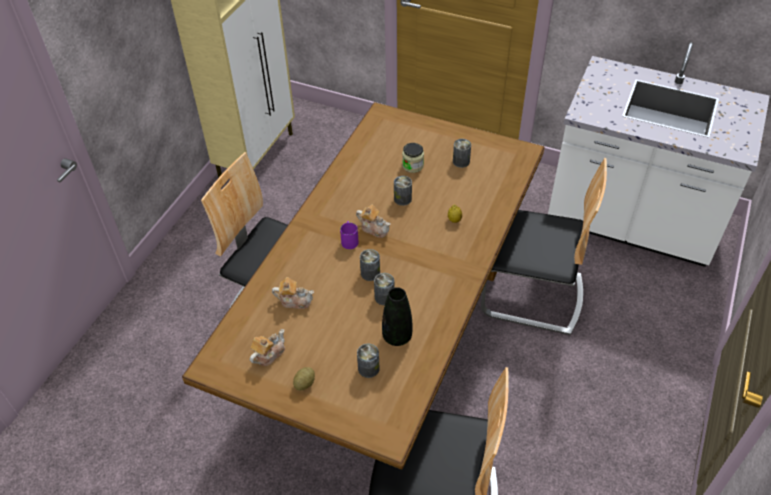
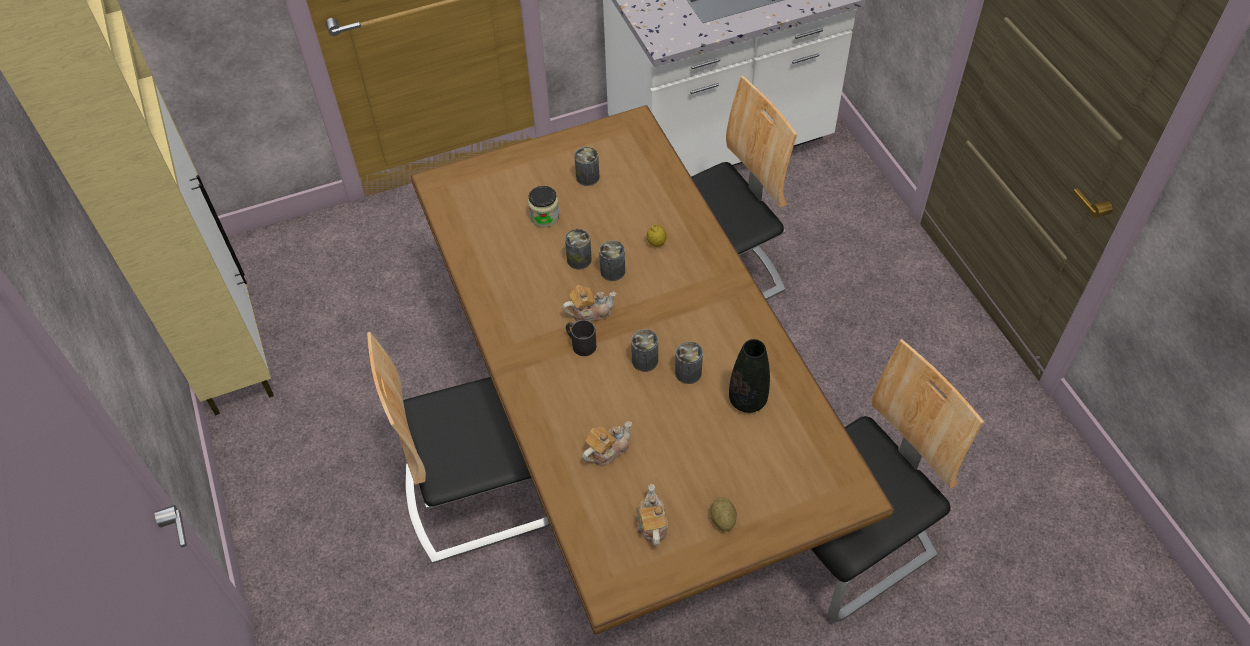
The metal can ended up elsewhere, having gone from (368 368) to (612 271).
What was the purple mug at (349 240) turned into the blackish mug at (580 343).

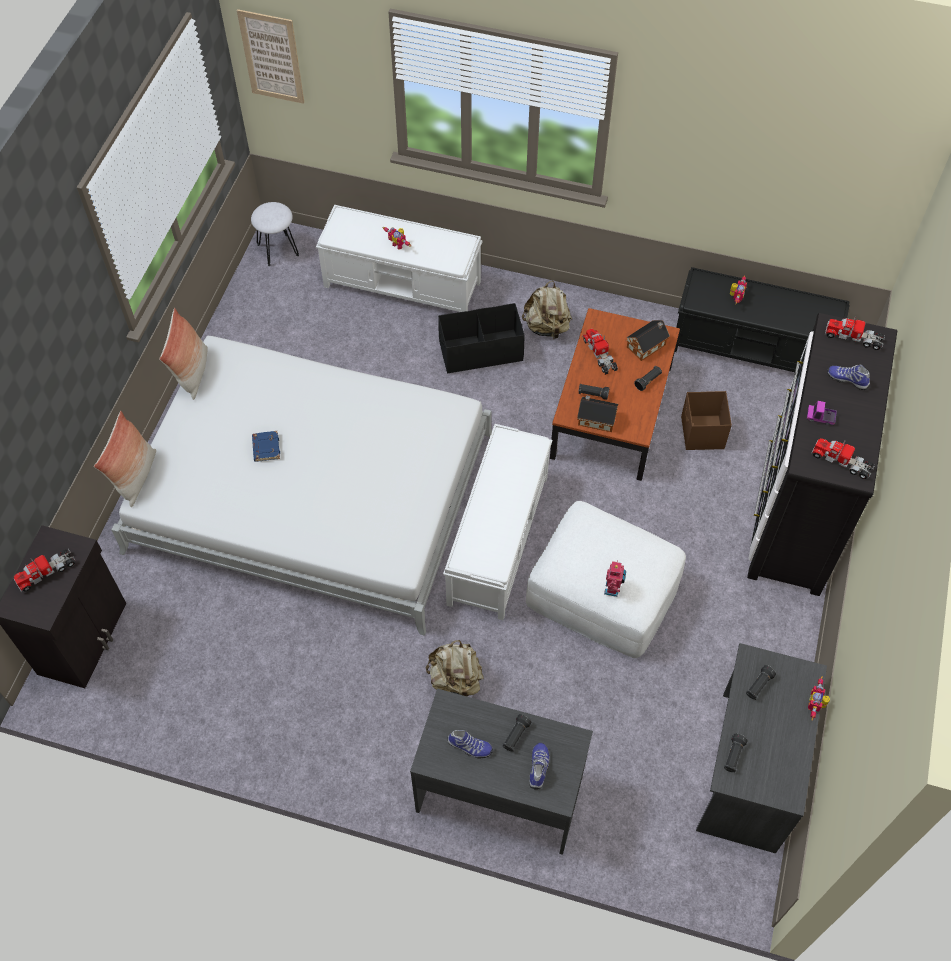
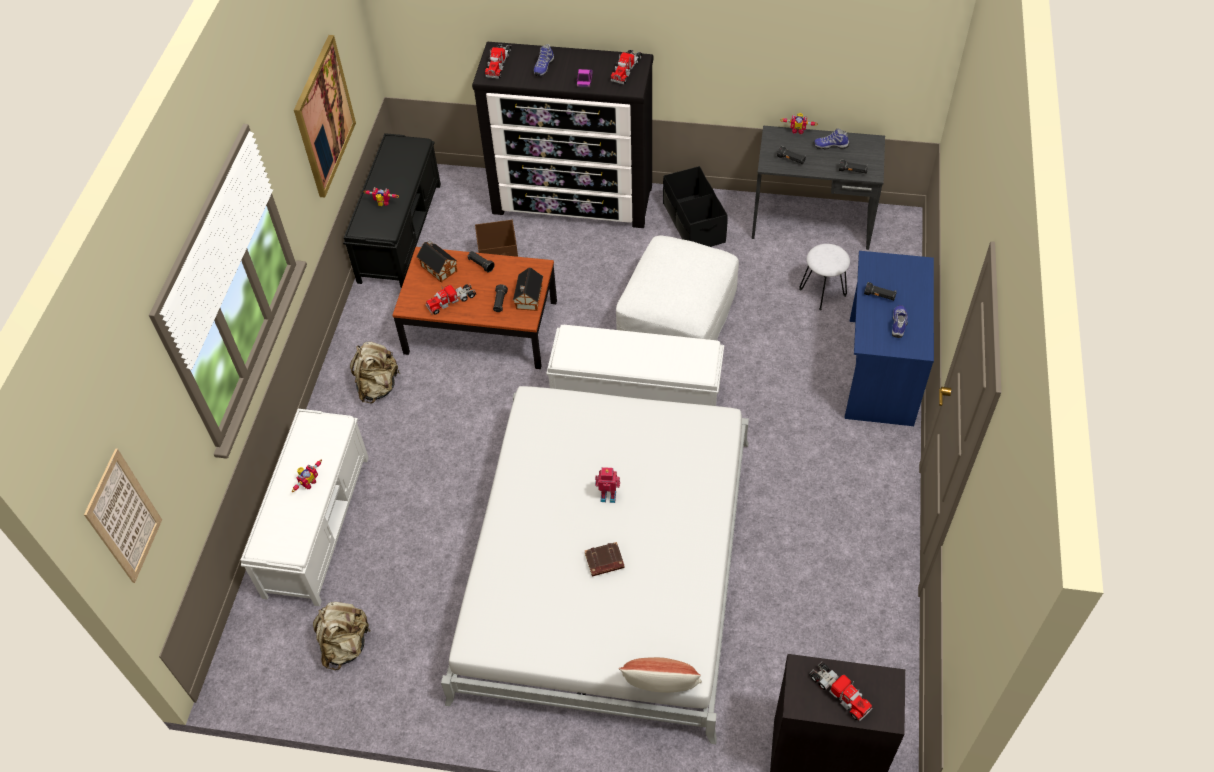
The second view lost the pillow at (192 373).
The second view gained the wall art at (324 116).
The white-coloured sitting stool ended up elsewhere, having gone from (277 249) to (822 292).
The sand-coloured backpack ended up elsewhere, having gone from (456 679) to (345 645).
The blackish storage bin ended up elsewhere, having gone from (480 351) to (693 223).
The low shoe ended up elsewhere, having gone from (539 767) to (830 145).
The model robot ended up elsewhere, having gone from (613 589) to (608 495).
What was the blue-coloured bound book at (265 447) turned into the brownish bound book at (604 561).
What was the grey desk unit at (499 793) turned into the blue-coloured desk unit at (878 371).

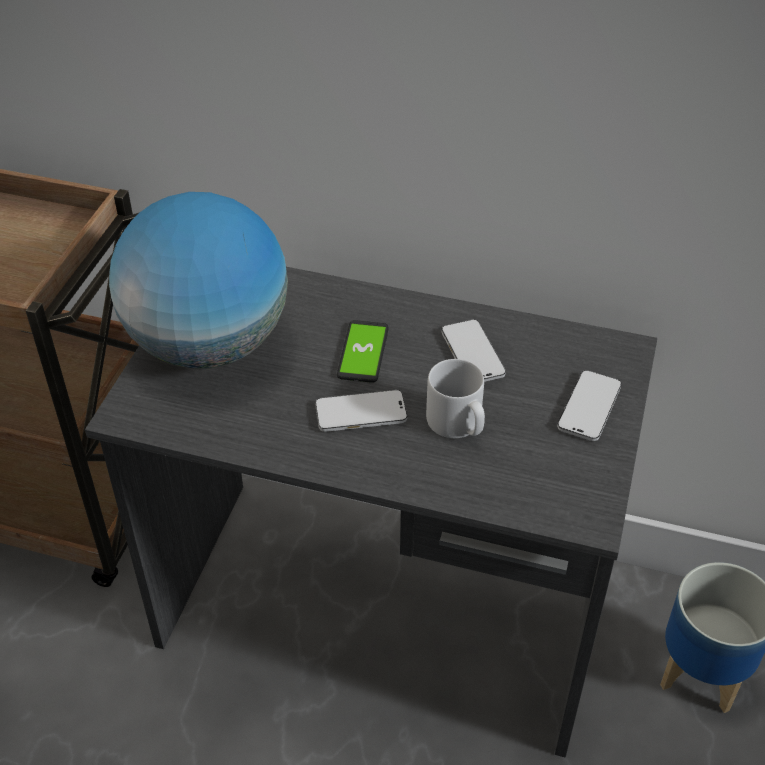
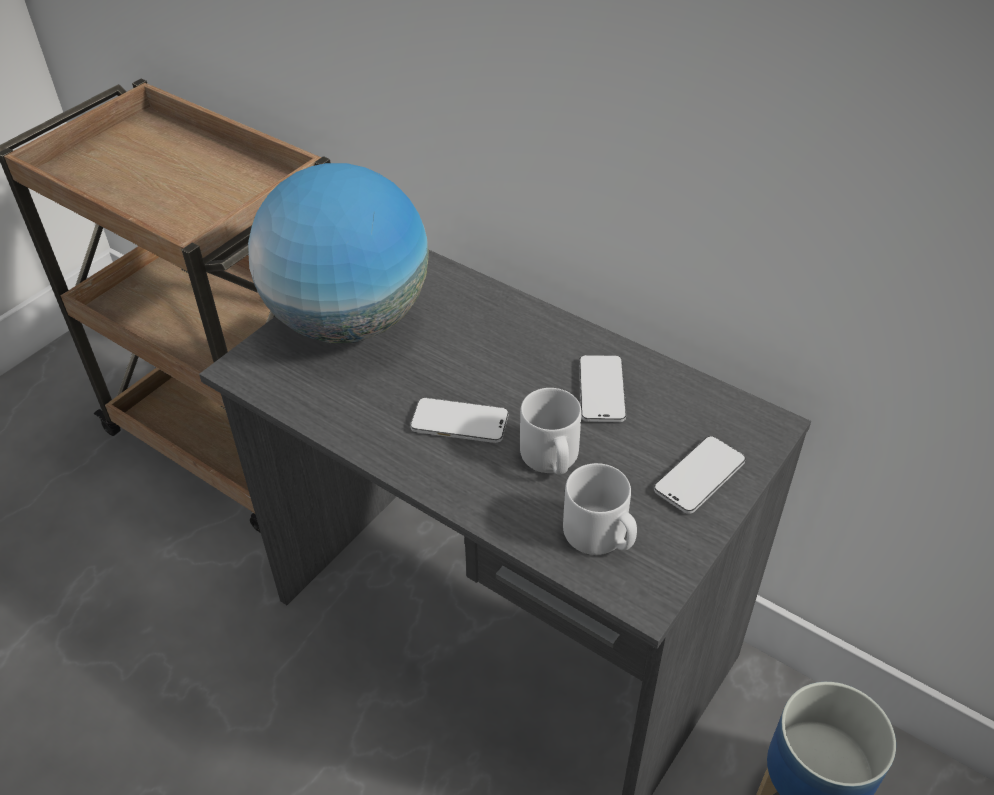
The second view lost the telephone at (363 352).
The second view gained the grey mug at (600 536).

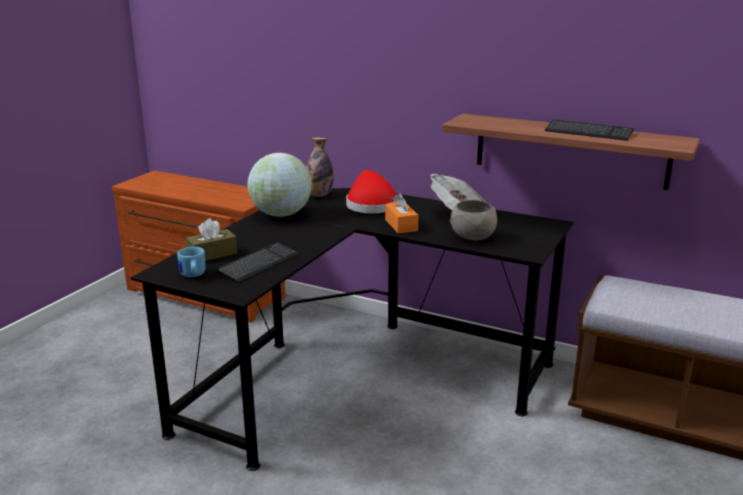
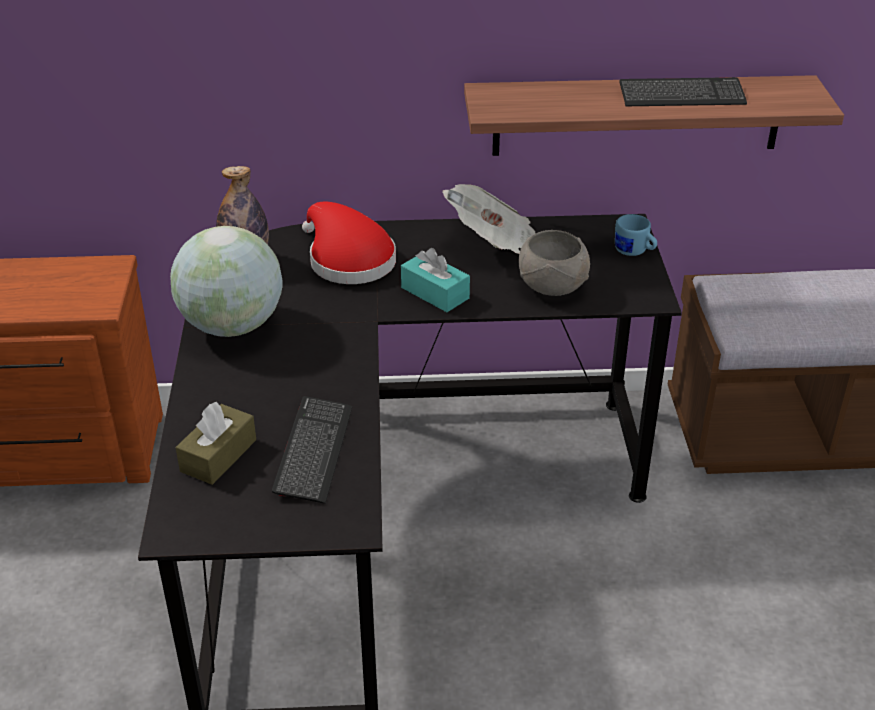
The blue-coloured mug ended up elsewhere, having gone from (193 276) to (634 252).
What was the orange tissue holder at (401 225) turned into the turquoise tissue holder at (435 293).

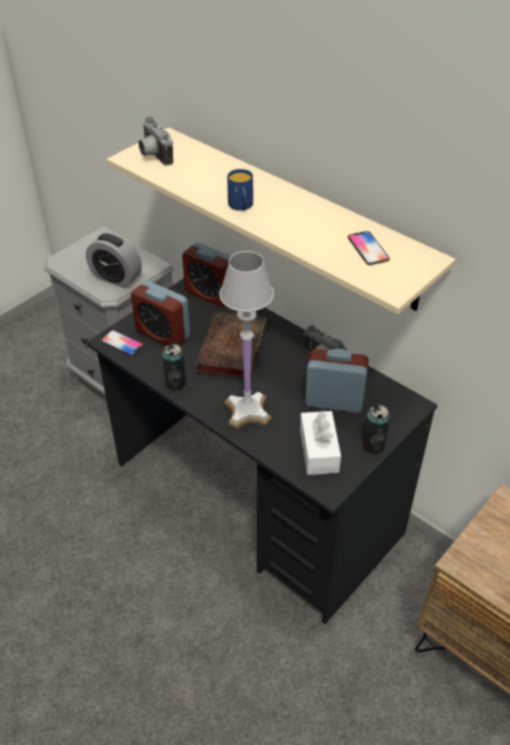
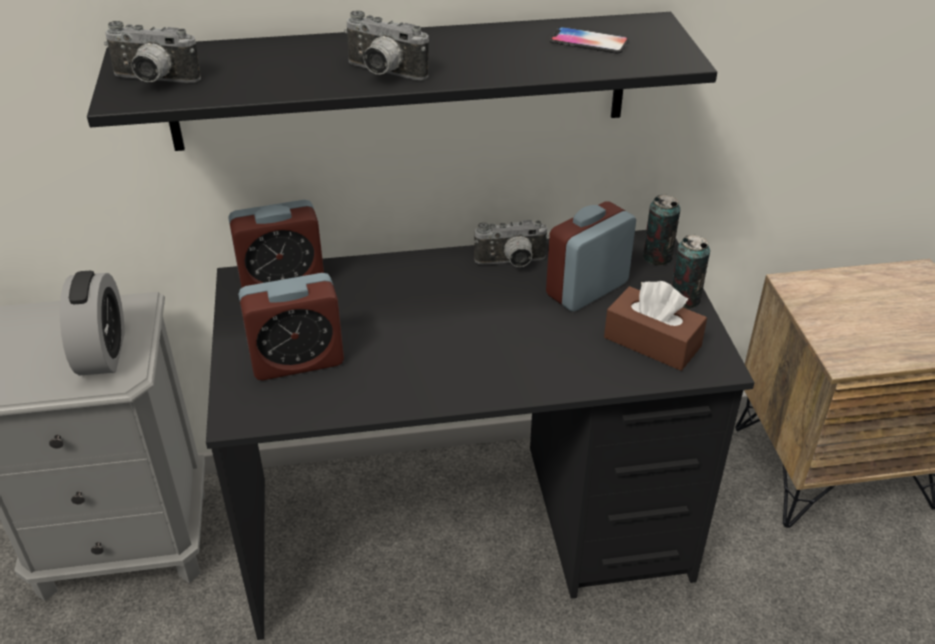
The second view lost the telephone at (122 343).
The second view lost the bound book at (232 347).
The second view lost the white-coloured lamp for a table at (247 410).
The metal can ended up elsewhere, having gone from (175 383) to (657 257).
Where the blue-coloured mug stood at (241 206), the still camera came to stand at (383 74).
What was the sand-coloured shelf at (295 217) turned into the blackish shelf at (400 82).
What was the white-coloured tissue holder at (319 450) turned into the brownish tissue holder at (652 342).
The bedside clock at (116 278) ended up facing another way, 75 degrees counterclockwise from before.

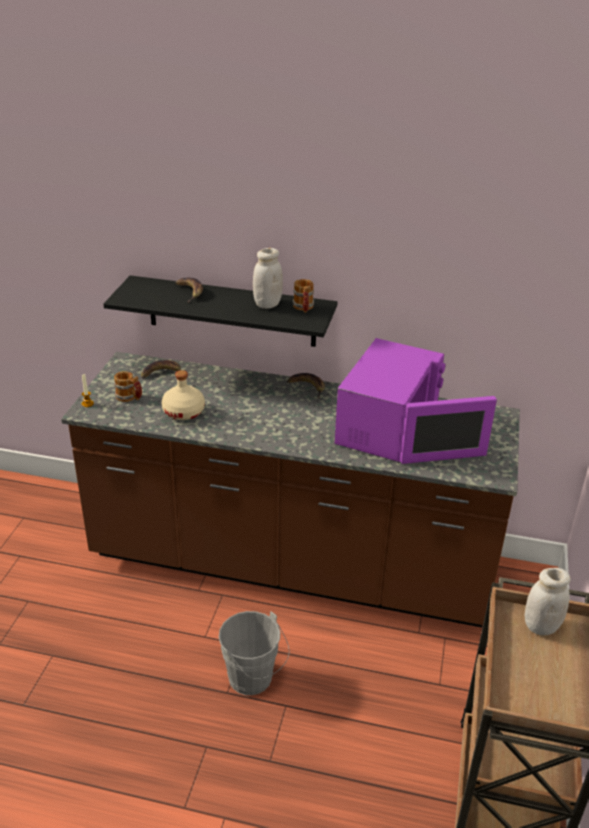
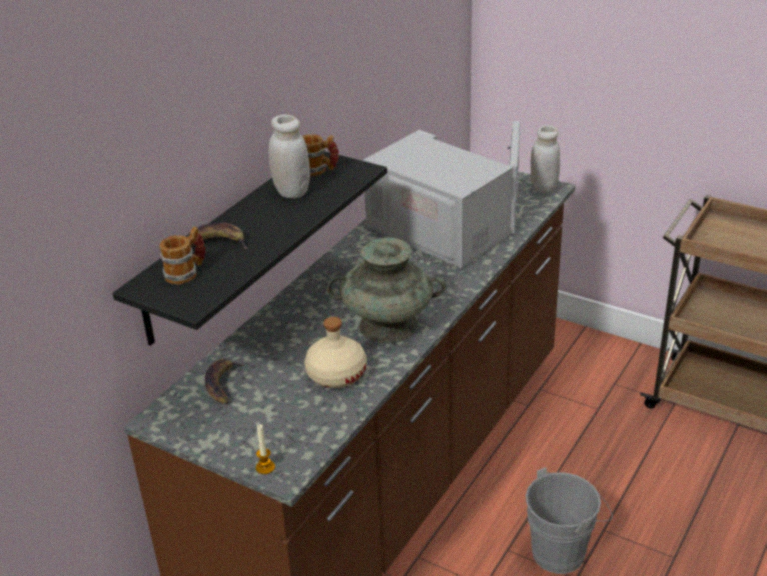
The second view lost the banana at (307 387).
The second view gained the turquoise decorative vase at (387 326).
The mug ended up elsewhere, having gone from (129 397) to (186 272).
The white-coloured storage jar ended up elsewhere, having gone from (541 626) to (544 187).
What was the purple microwave at (390 429) turned into the white-coloured microwave at (445 229).

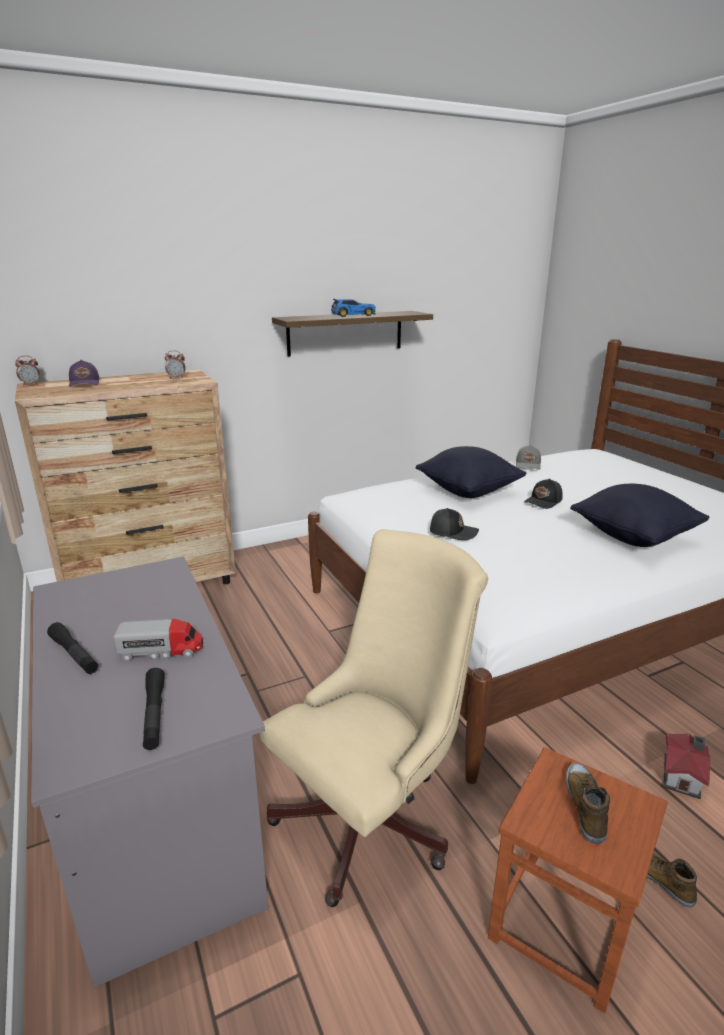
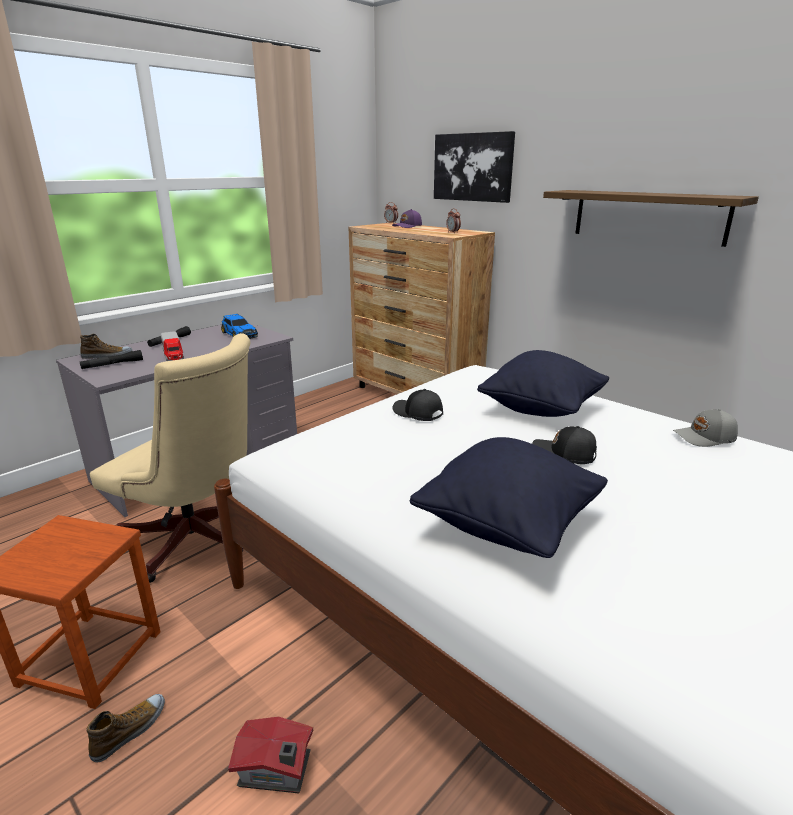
The second view gained the wall art at (473 167).
The model car ended up elsewhere, having gone from (352 315) to (239 334).
The low shoe ended up elsewhere, having gone from (586 806) to (107 356).
The blackish cap at (453 532) ended up facing another way, 135 degrees clockwise from before.

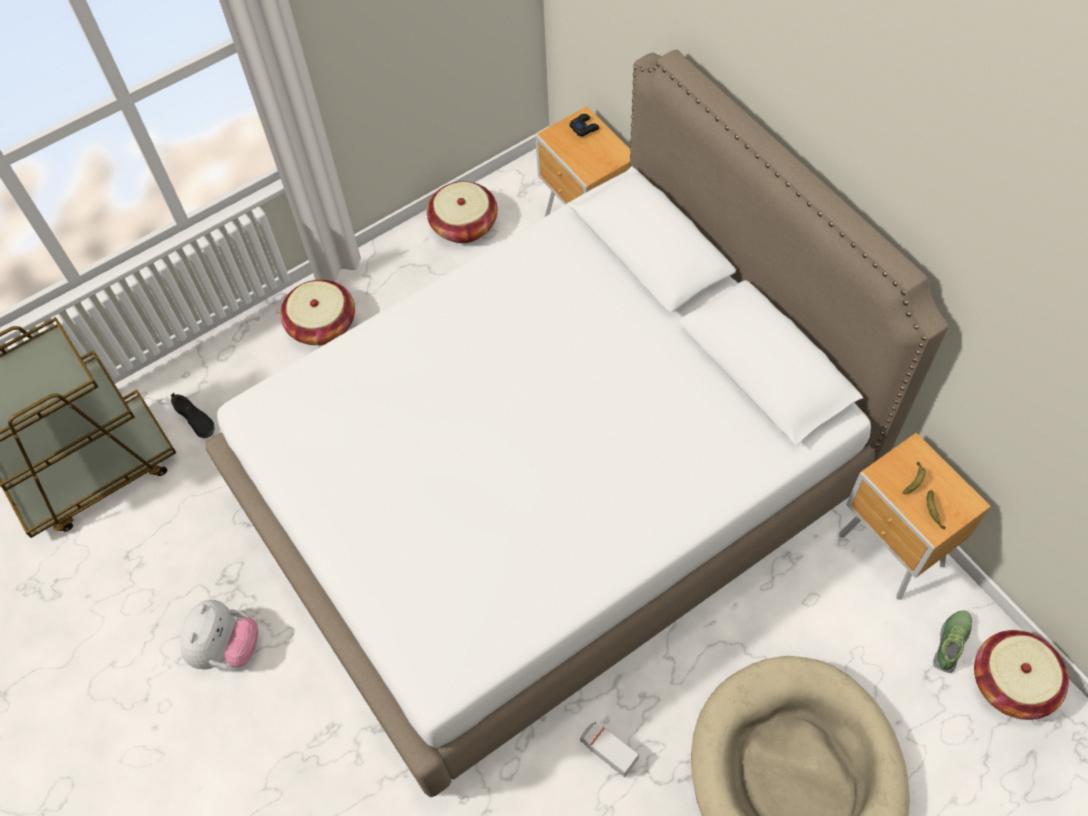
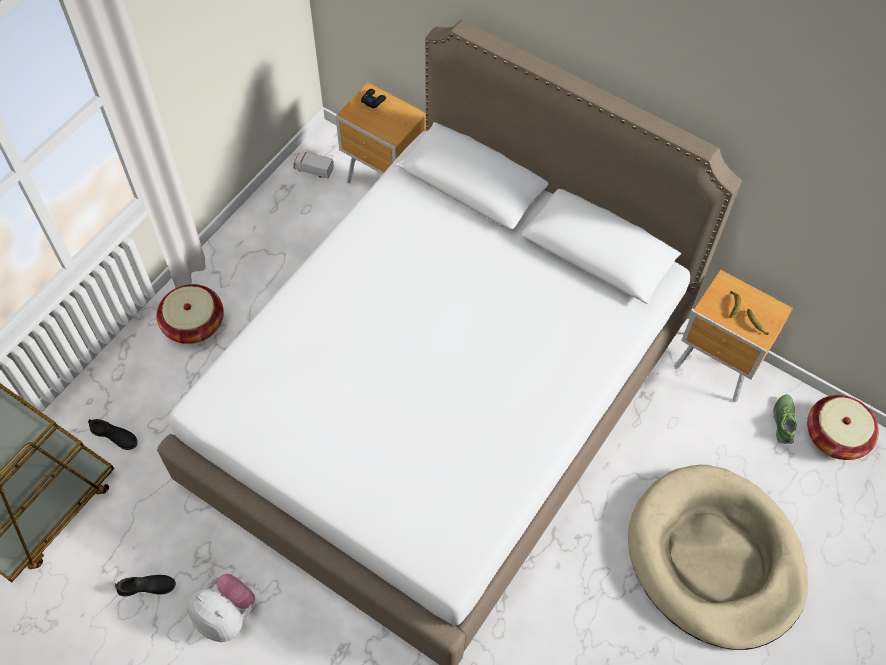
The second view lost the basket at (464 225).
The second view gained the blackish low shoe at (147 587).
The toy lorry ended up elsewhere, having gone from (608 750) to (313 169).
The soft toy at (226 648) ended up facing another way, 45 degrees counterclockwise from before.

